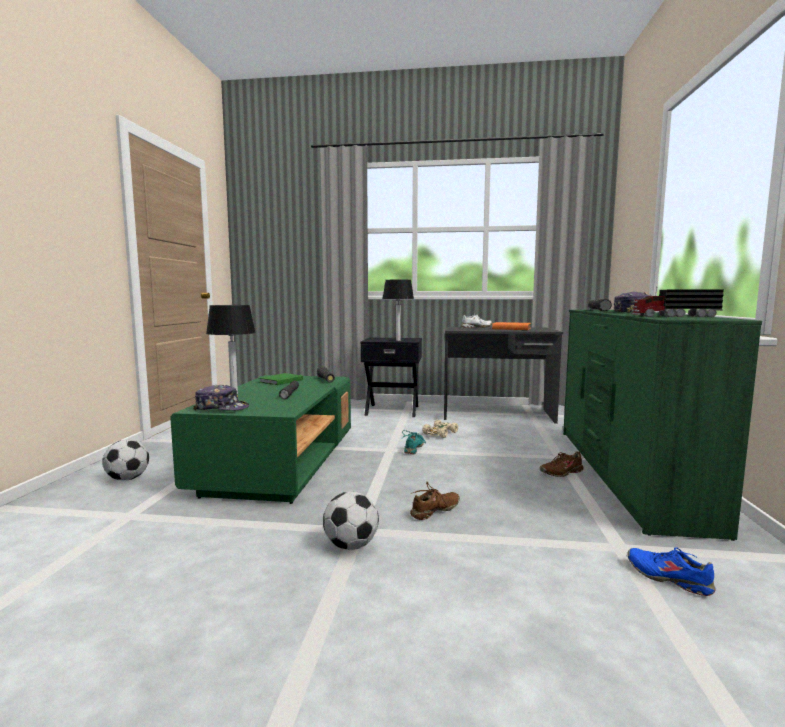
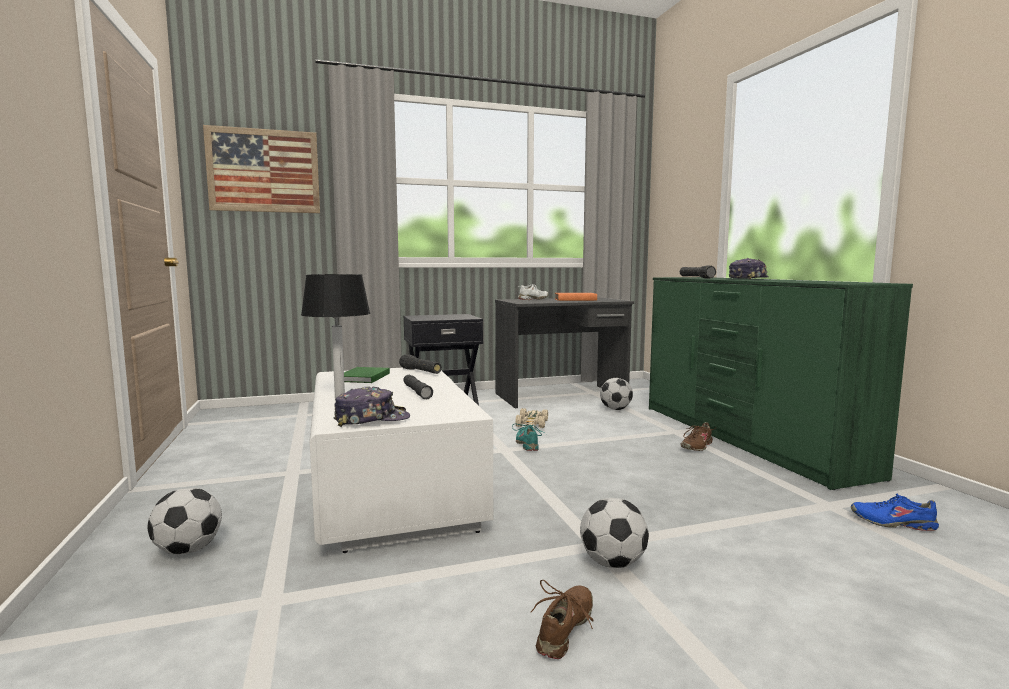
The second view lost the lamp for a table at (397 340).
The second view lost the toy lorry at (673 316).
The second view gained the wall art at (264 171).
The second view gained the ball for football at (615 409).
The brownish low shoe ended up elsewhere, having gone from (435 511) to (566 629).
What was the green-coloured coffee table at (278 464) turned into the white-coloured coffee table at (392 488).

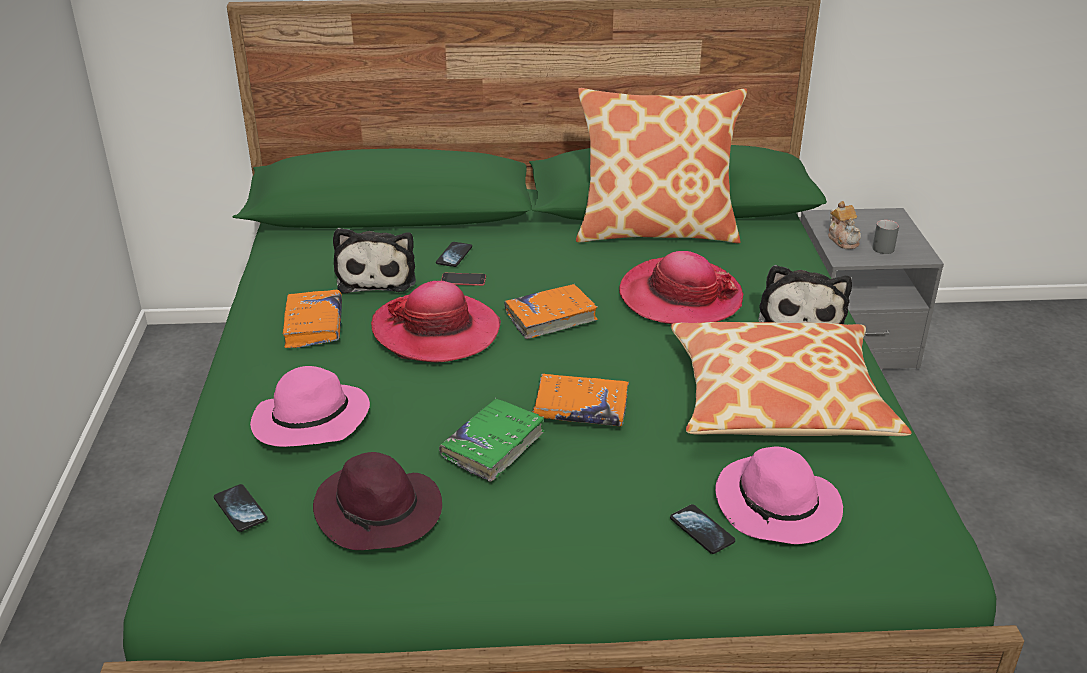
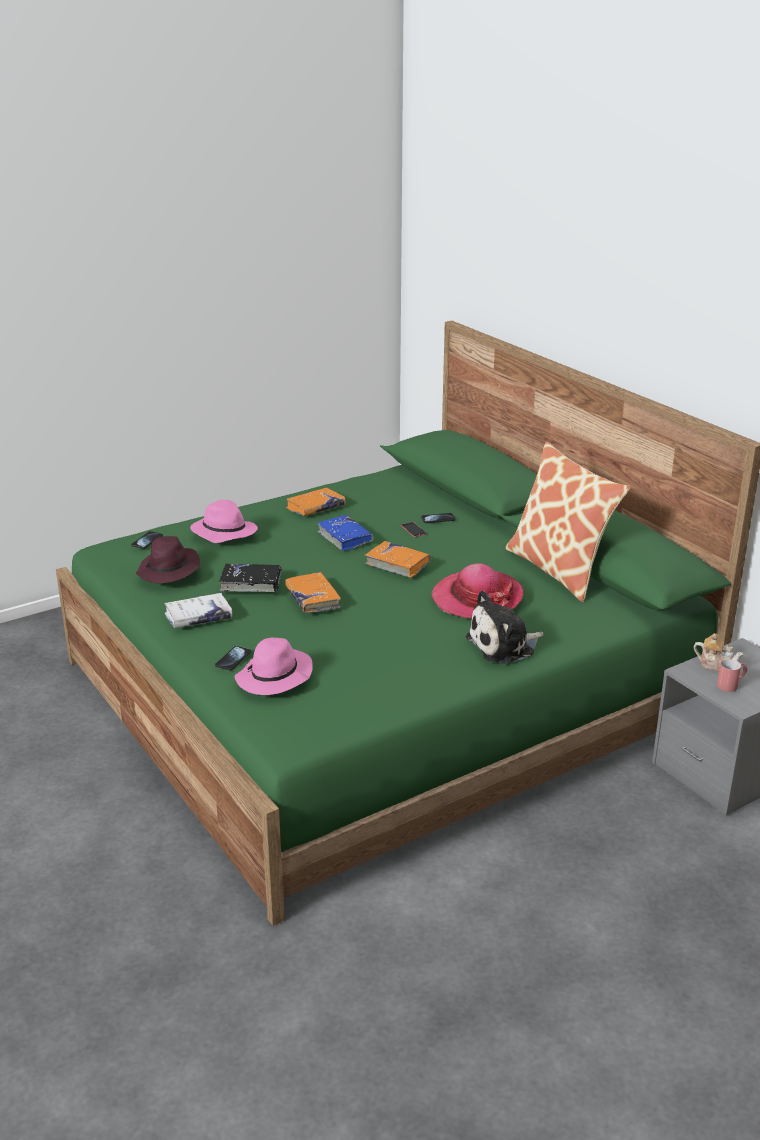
The second view lost the soft toy at (377 276).
The second view lost the pillow at (778 400).
The second view gained the white-coloured bound book at (198 617).
Where the hat stood at (436 331), the blue-coloured bound book came to stand at (345 538).
What was the green-coloured bound book at (493 446) turned into the blackish bound book at (251 583).
What was the grey mug at (882 246) turned into the red-coloured mug at (731 685).
The teapot at (843 240) ended up facing another way, 105 degrees counterclockwise from before.

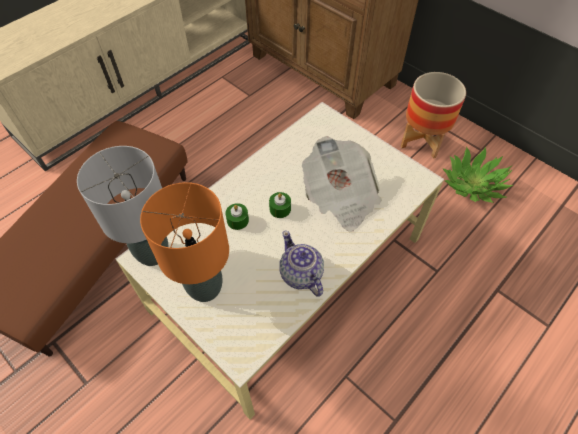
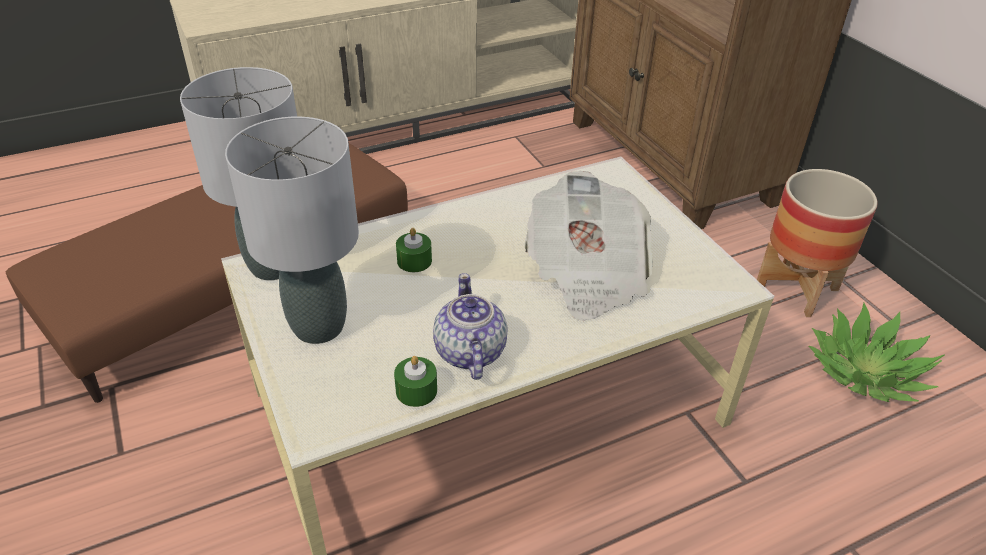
The green-coloured wax light ended up elsewhere, having gone from (280 209) to (416 390).
What was the orange lamp for a table at (204 288) turned into the grey lamp for a table at (317 327).

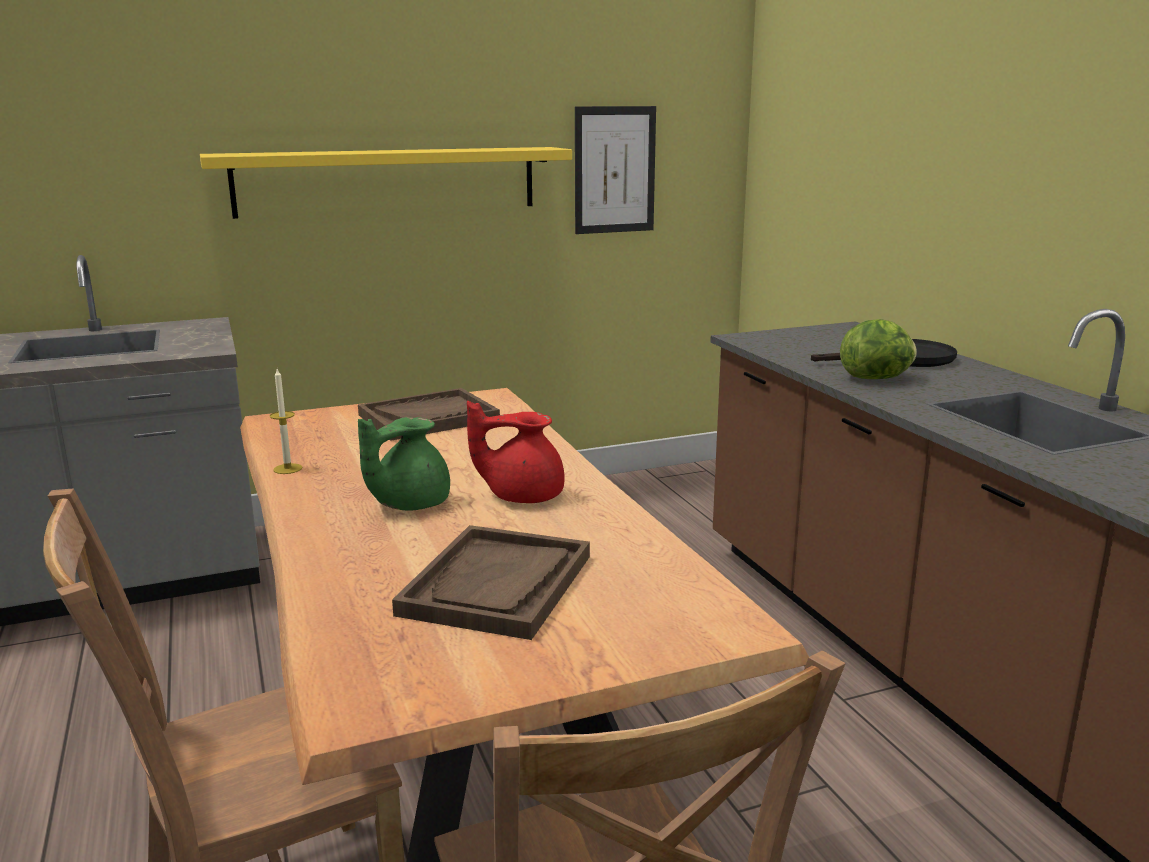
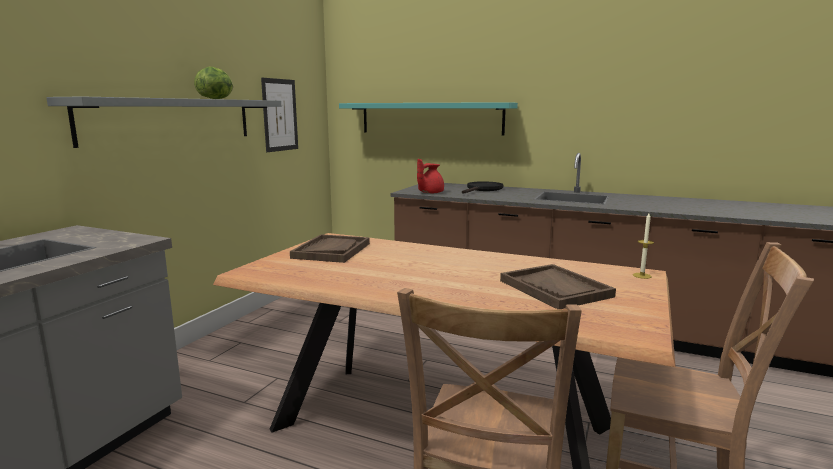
The second view lost the green-coloured teapot at (408 504).
The second view gained the turquoise shelf at (430 118).
The wax light ended up elsewhere, having gone from (288 469) to (642 275).
The red-coloured teapot ended up elsewhere, having gone from (522 495) to (429 193).
The lettuce ended up elsewhere, having gone from (877 378) to (216 99).
What was the yellow-coloured shelf at (388 181) turned into the grey shelf at (172 120).

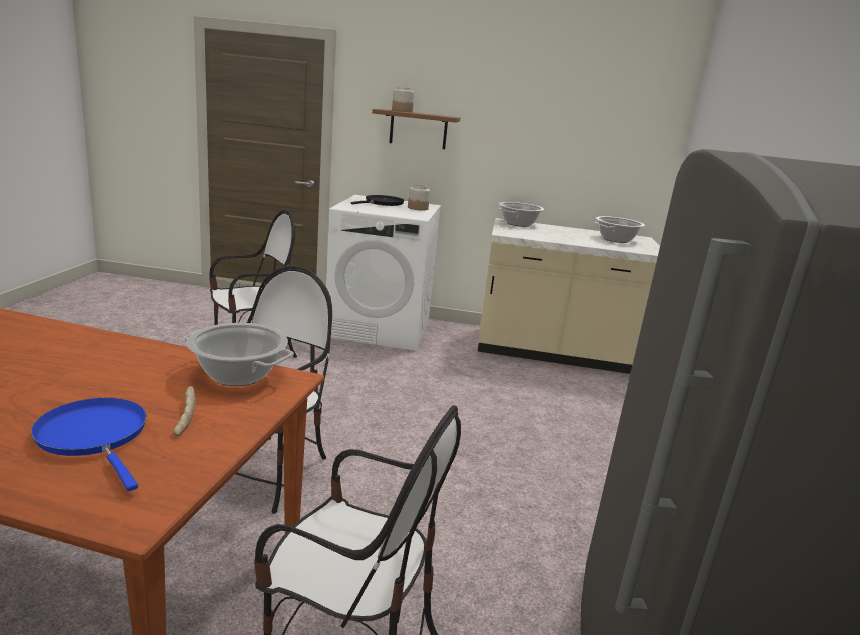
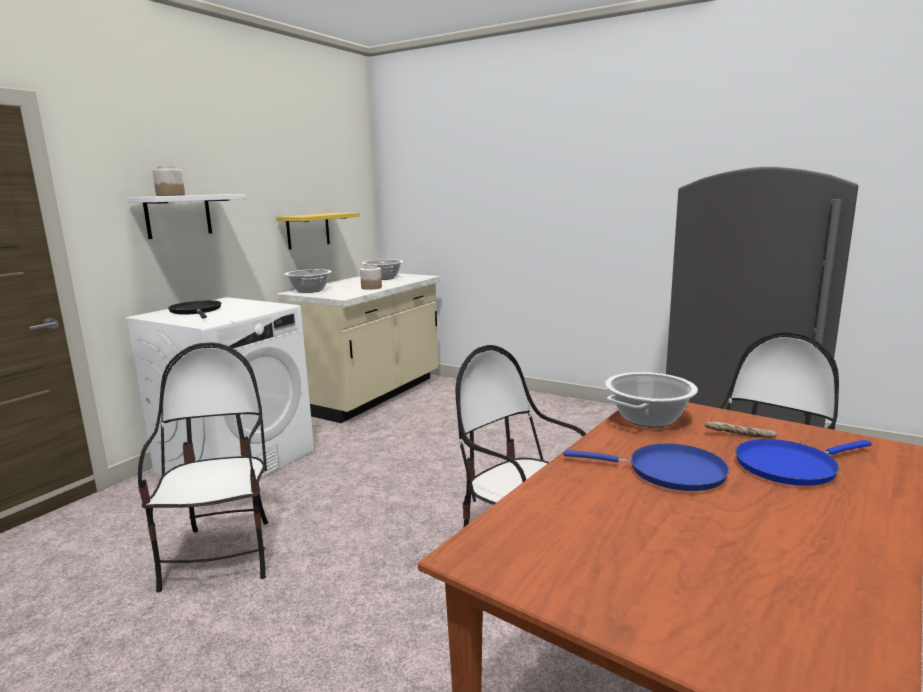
The second view gained the yellow-coloured shelf at (308 230).
The second view gained the blue-coloured frying pan at (669 472).
The storage jar ended up elsewhere, having gone from (418 208) to (371 287).
What was the brownish shelf at (418 129) turned into the white-coloured shelf at (178 216).

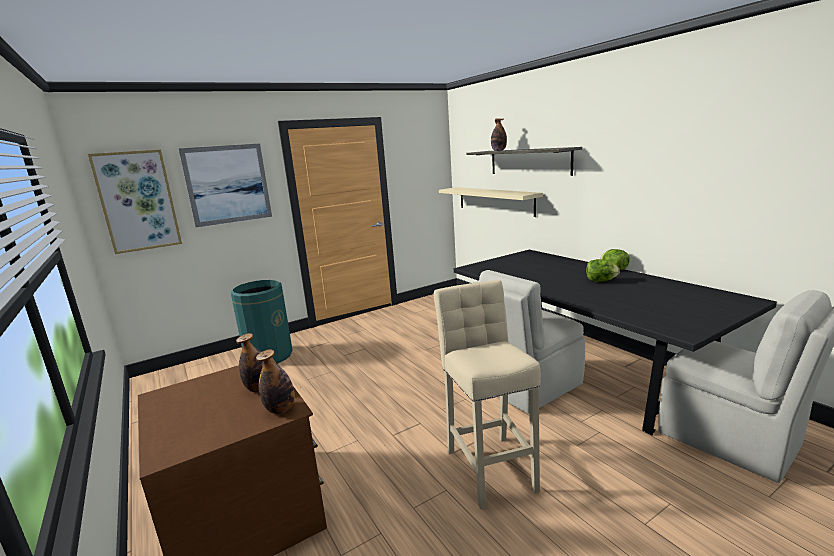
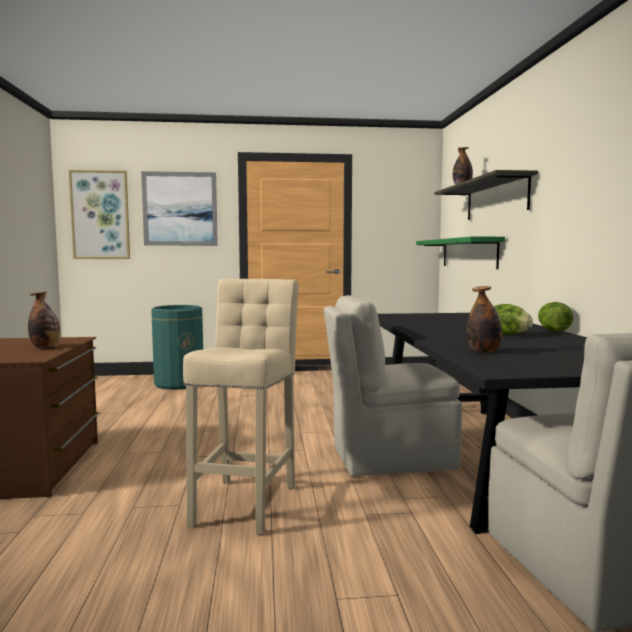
The drink bottle ended up elsewhere, having gone from (280 409) to (484 352).
What was the sand-coloured shelf at (495 200) turned into the green-coloured shelf at (468 253).

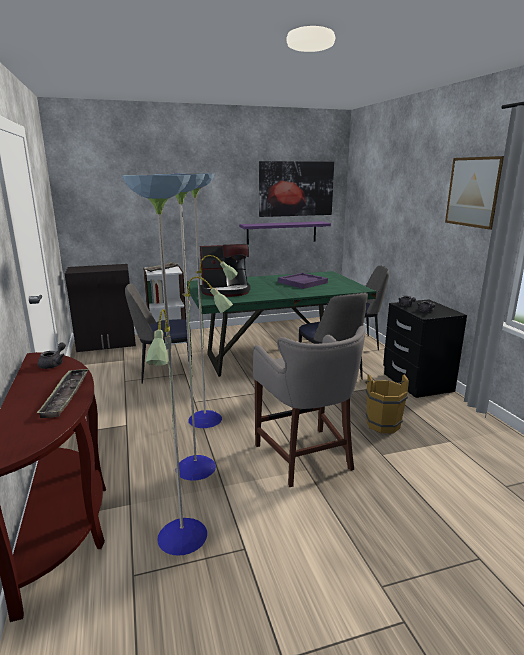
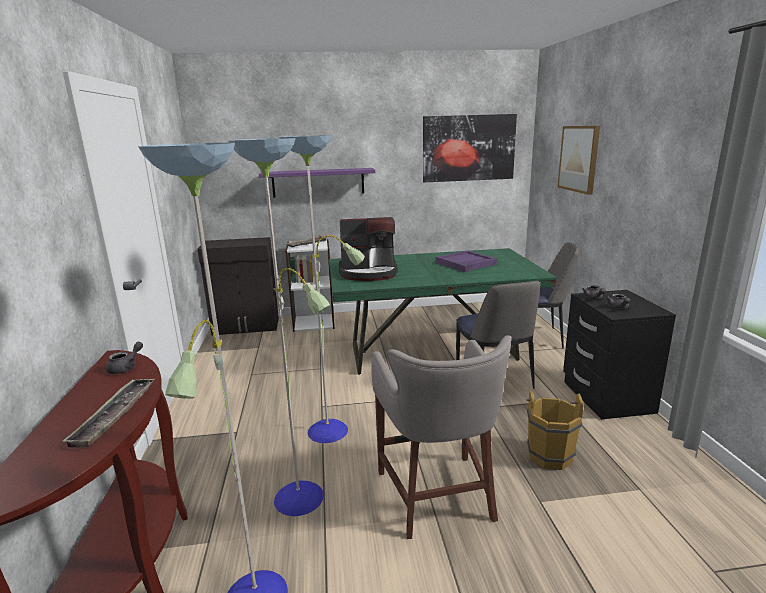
The second view lost the plain chair at (164 372).
The purple shelf ended up elsewhere, having gone from (281 232) to (318 182).
The wall art ended up elsewhere, having gone from (475 192) to (579 158).

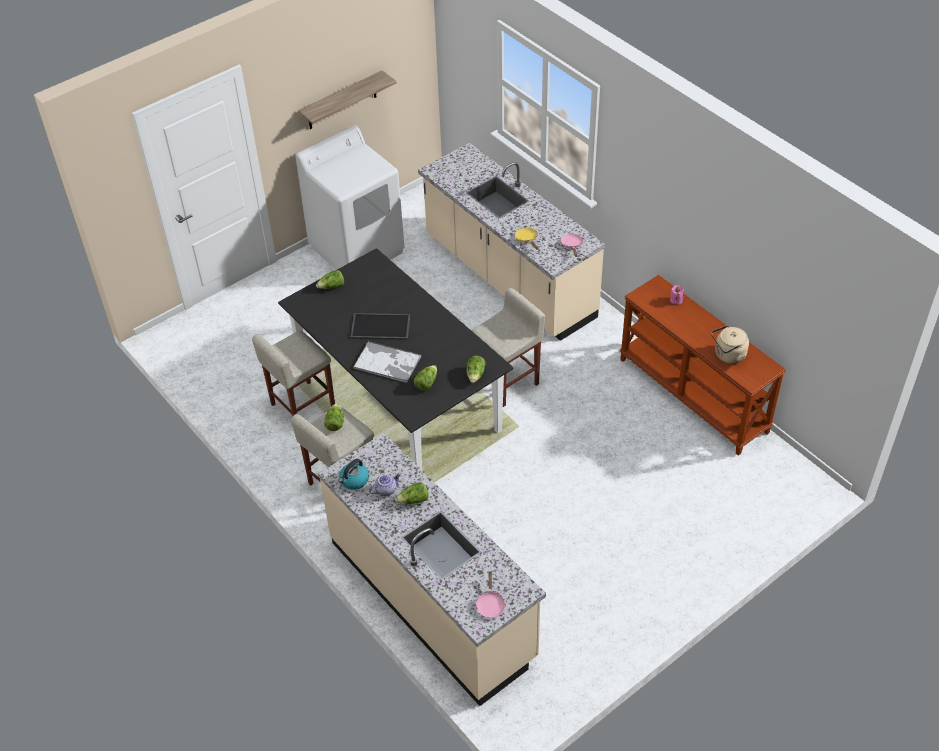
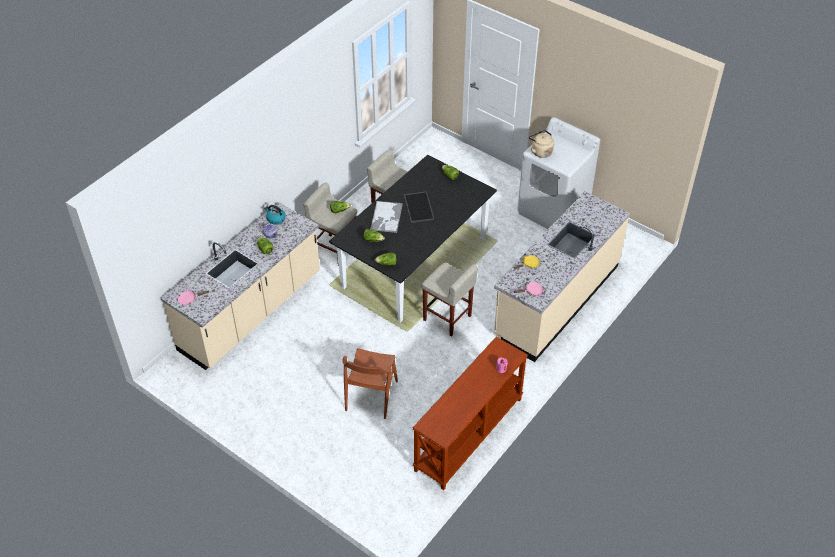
The second view lost the shelf at (342 101).
The second view gained the brownish plain chair at (371 396).
The sand-coloured water kettle ended up elsewhere, having gone from (728 355) to (540 151).

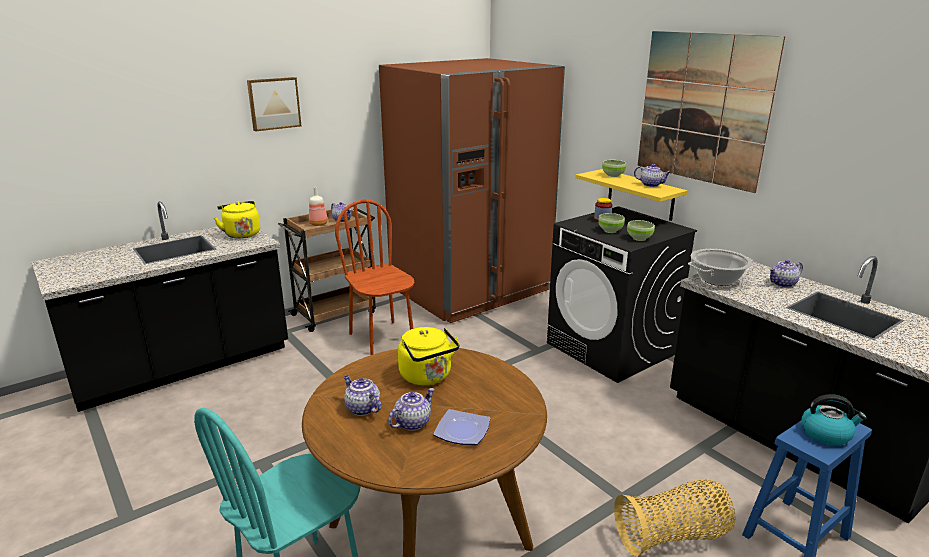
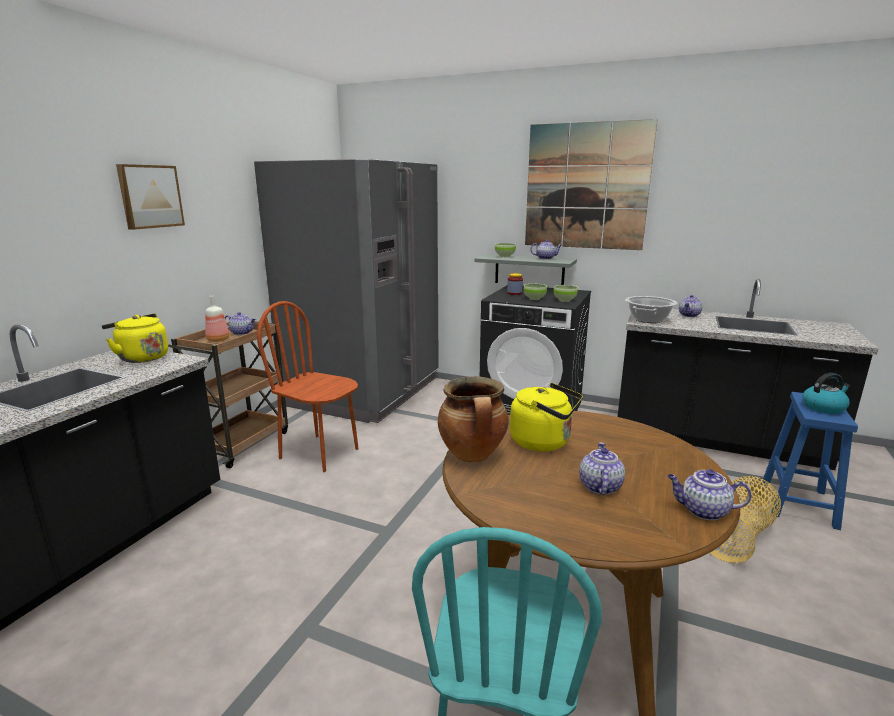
The second view lost the flat dish at (463 430).
The second view gained the saucepot at (473 456).
The teapot ended up elsewhere, having gone from (362 408) to (703 511).
What was the brownish kitchen fridge at (469 289) turned into the grey kitchen fridge at (364 392).
What was the yellow-coloured shelf at (640 194) turned into the grey shelf at (529 270).

